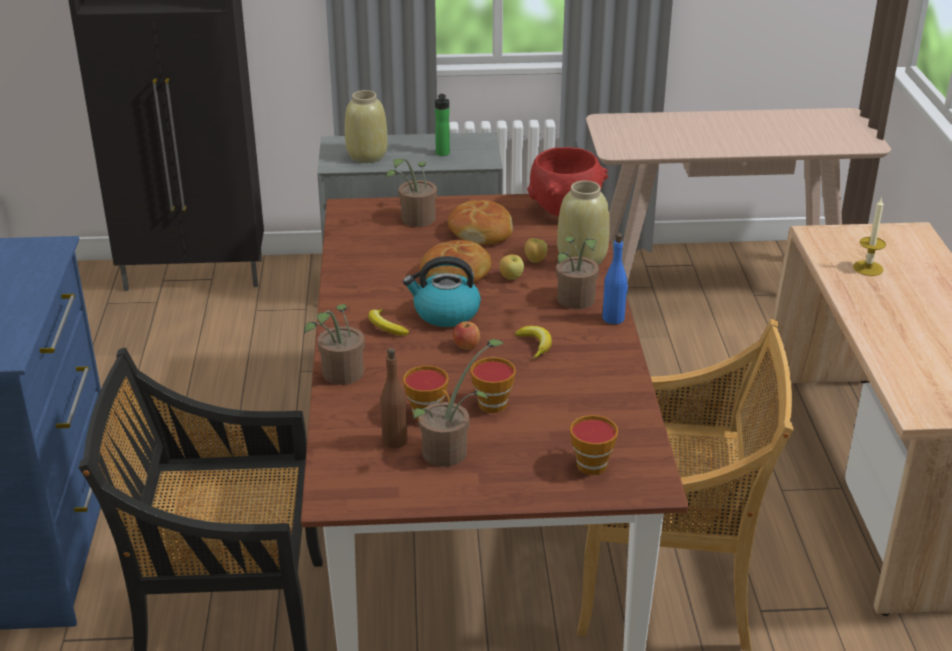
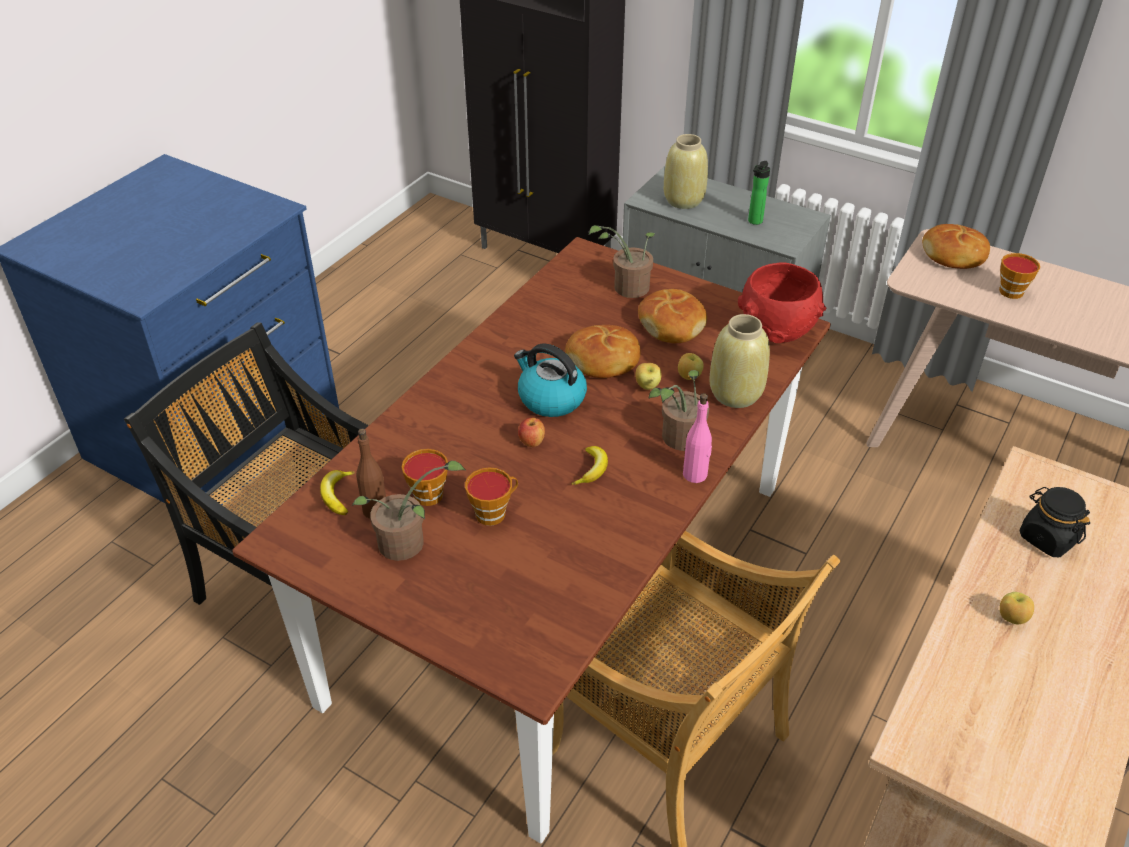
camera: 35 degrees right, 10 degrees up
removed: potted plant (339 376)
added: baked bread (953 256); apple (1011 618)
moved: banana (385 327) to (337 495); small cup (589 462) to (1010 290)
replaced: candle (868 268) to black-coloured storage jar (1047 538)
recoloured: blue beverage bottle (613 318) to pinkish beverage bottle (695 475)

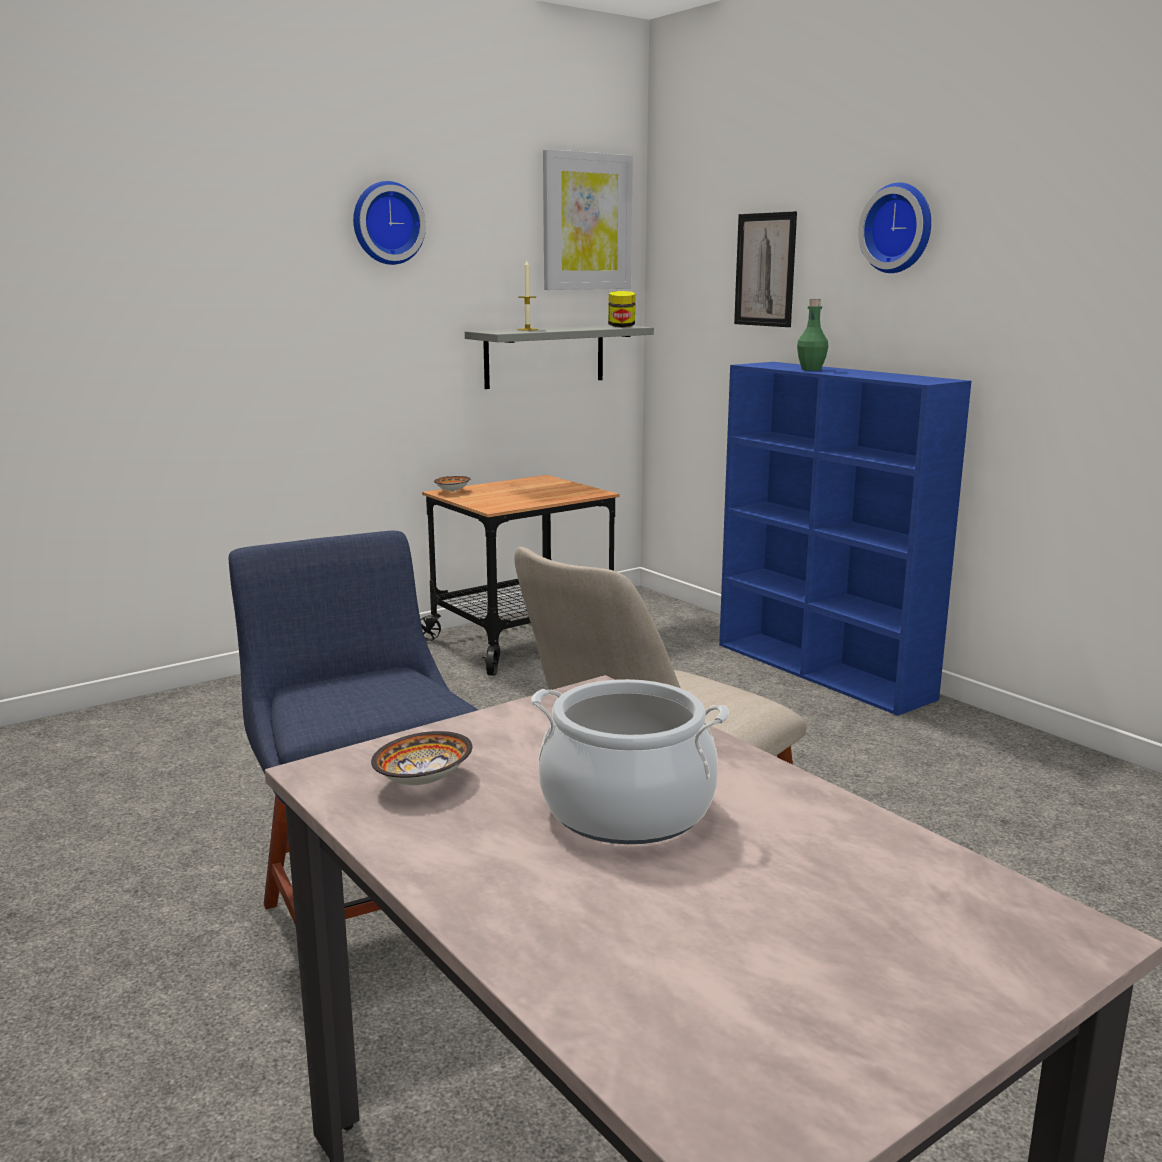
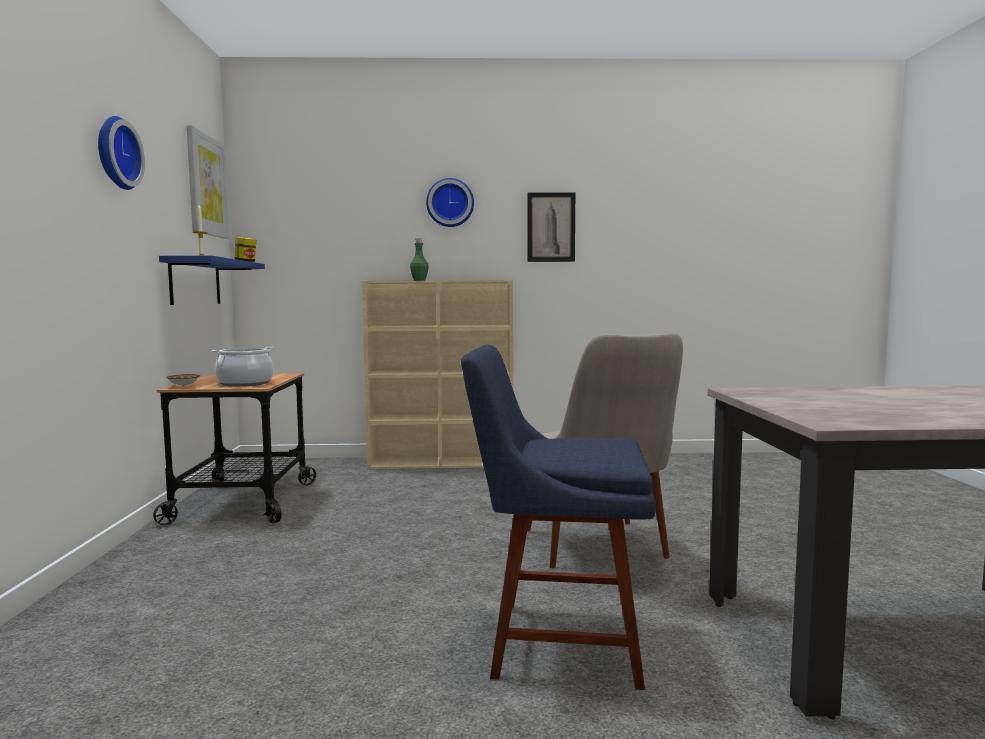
camera: 55 degrees left, 10 degrees down
removed: deep dish (426 780)
moved: saucepot (627 810) to (245 383); wall art (765 270) to (551 227)
recoloured: gray wall shelf (545 356) to blue wall shelf (195 282); blue bookcase (824 671) to beige bookcase (443 463)

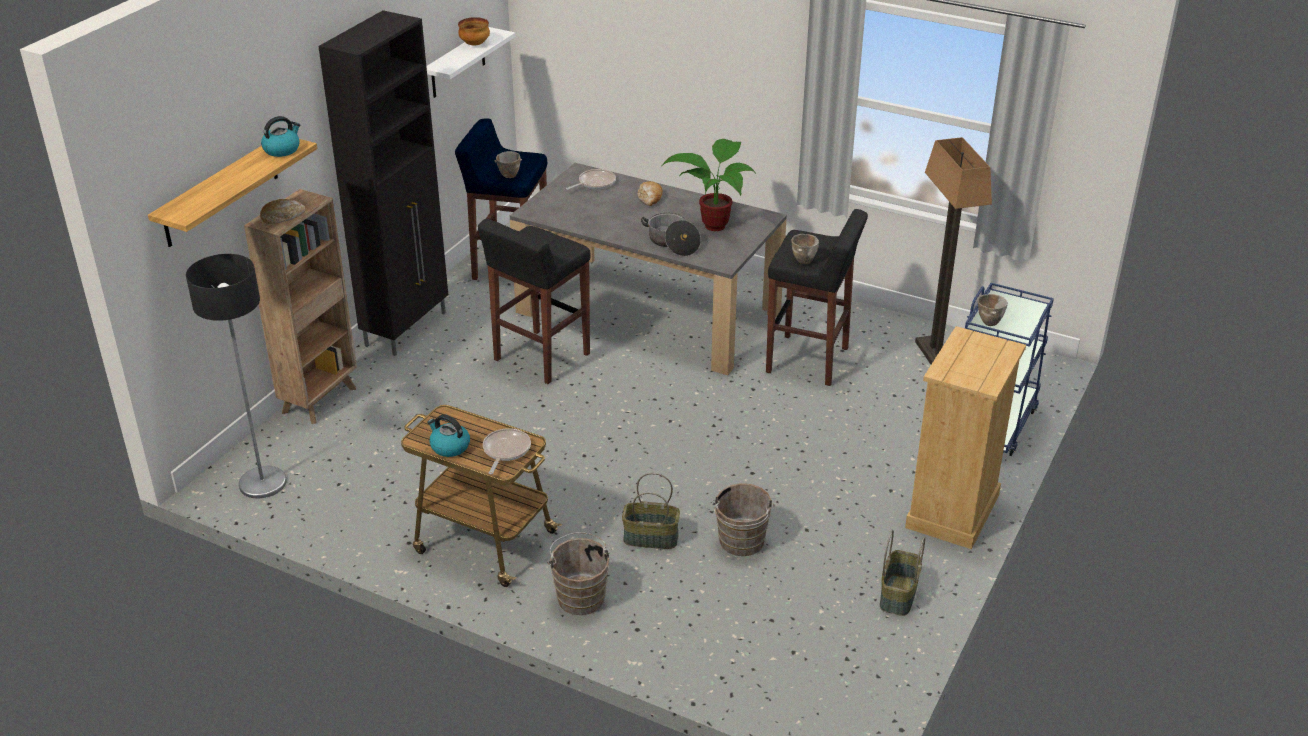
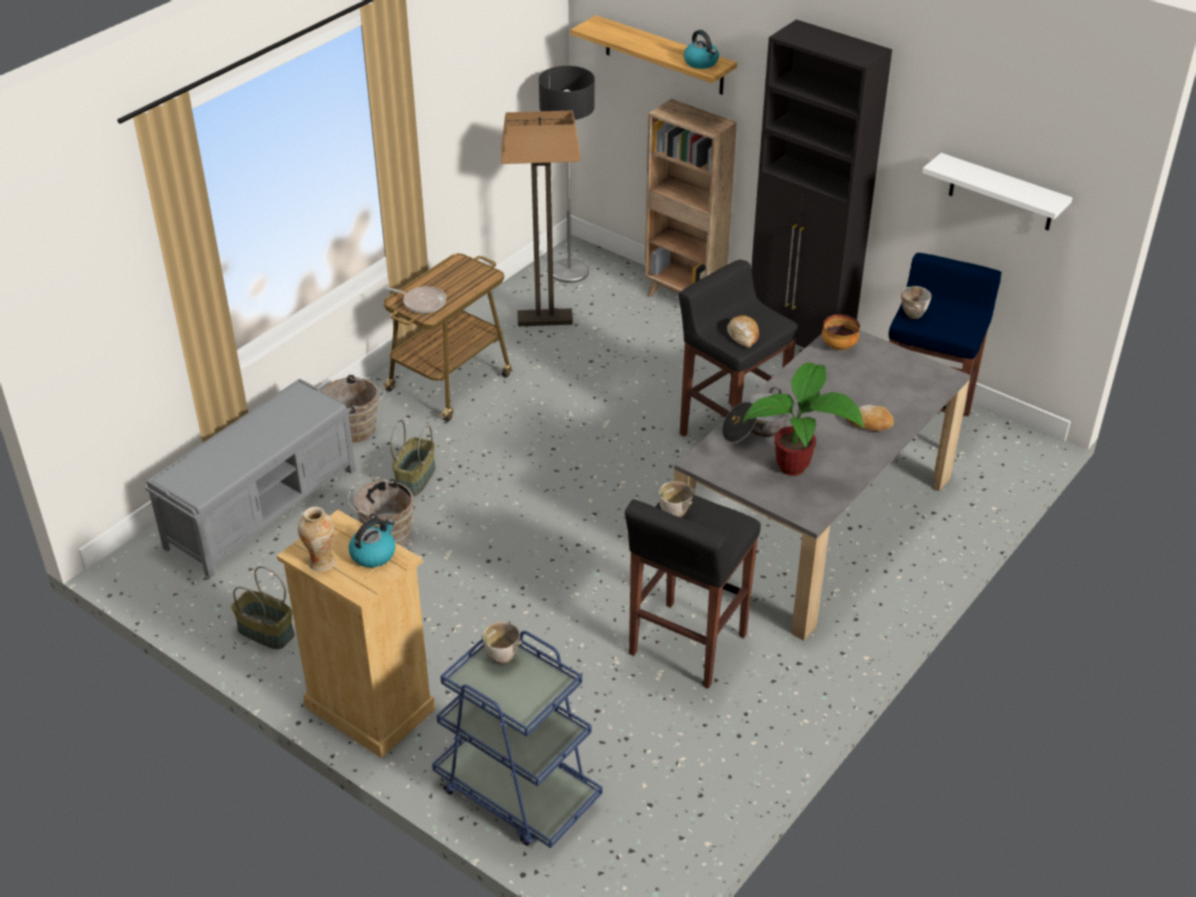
camera: 100 degrees right, 5 degrees up
removed: pan (595 183)
added: gray bench (263 507); flower vase (321 562)
moved: baked bread (282 217) to (743 336); tea kettle (449 447) to (373 554); deep dish (475 44) to (838 347); standing lamp (935 355) to (544 319)

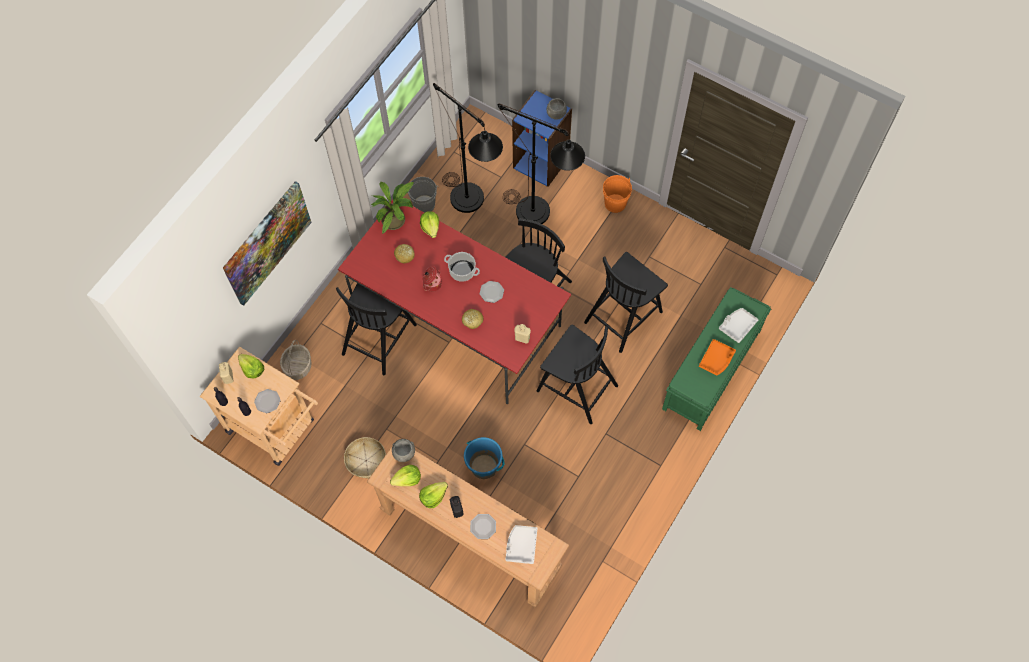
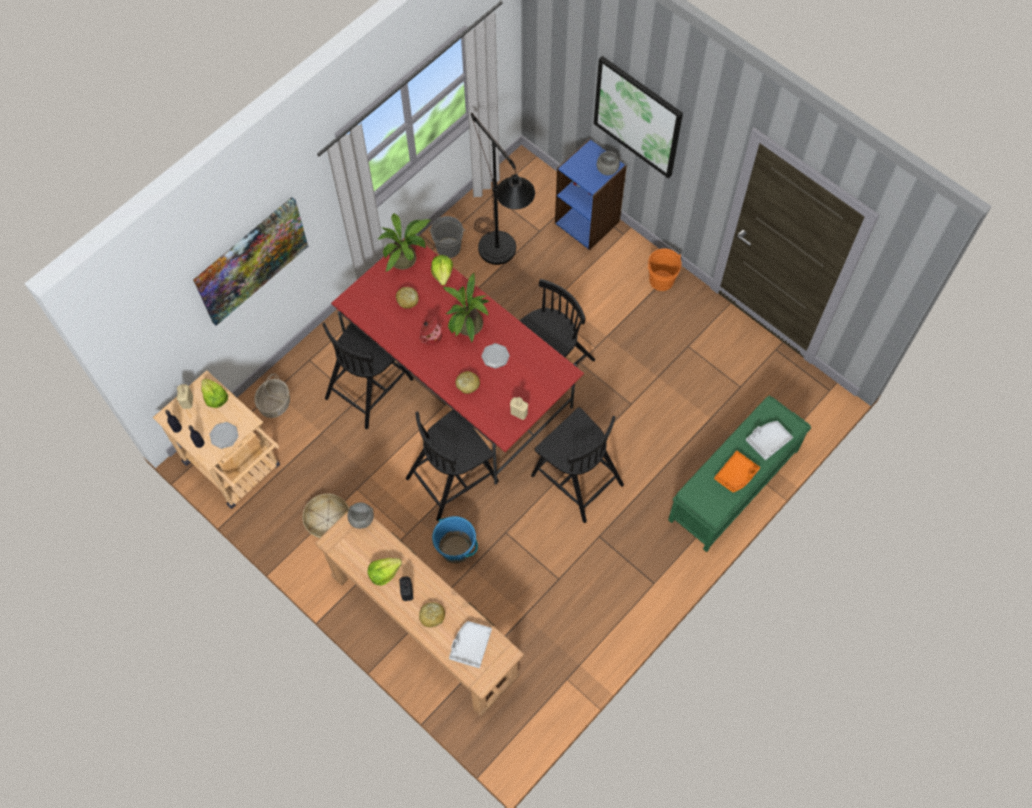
camera: 10 degrees right, 0 degrees up
removed: lettuce head (407 479); black-coloured standing lamp (540 217)
added: wall art (637 117)
moved: black-coloured upright chair (624 315) to (453 478)
replaced: saucepot (462 271) to potted plant (467 327); plate (483 526) to baked bread (432 616)

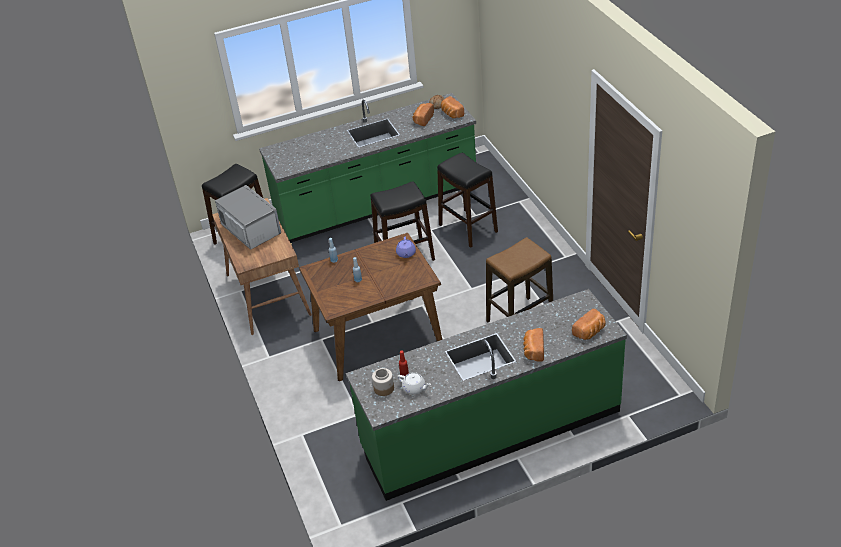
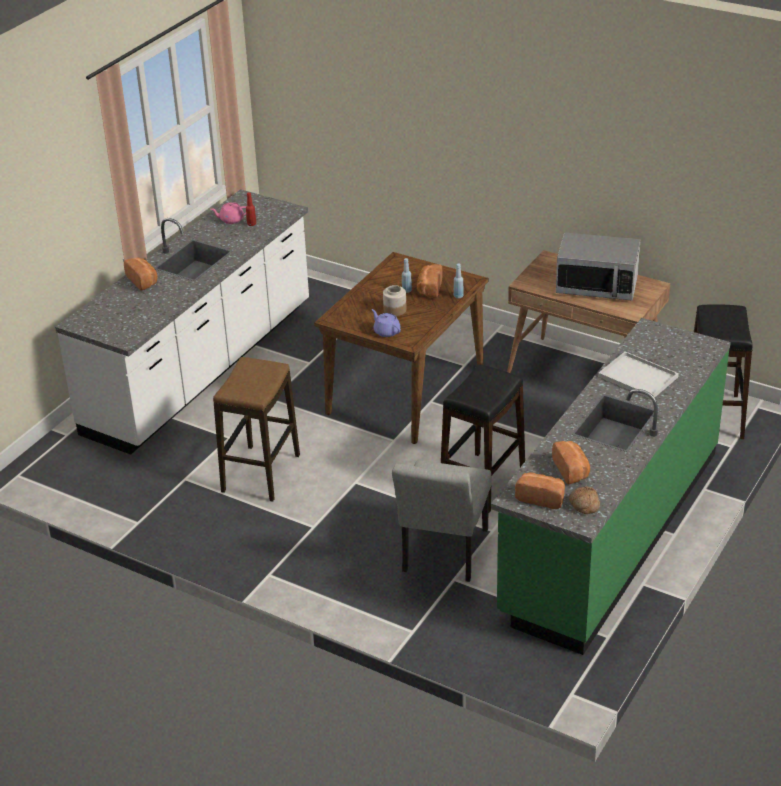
camera: 140 degrees right, 5 degrees down
added: whitish serving tray (636 376)
moved: storage jar (384 388) to (394 310); baked bread (590 332) to (429 289)
replaced: black-coloured stool (468 228) to gray upright chair (442 555)
recoloured: green kitchen base unit (491 429) to whitish kitchen base unit (201 369); whitish teapot (415 388) to pinkish teapot (231 220)

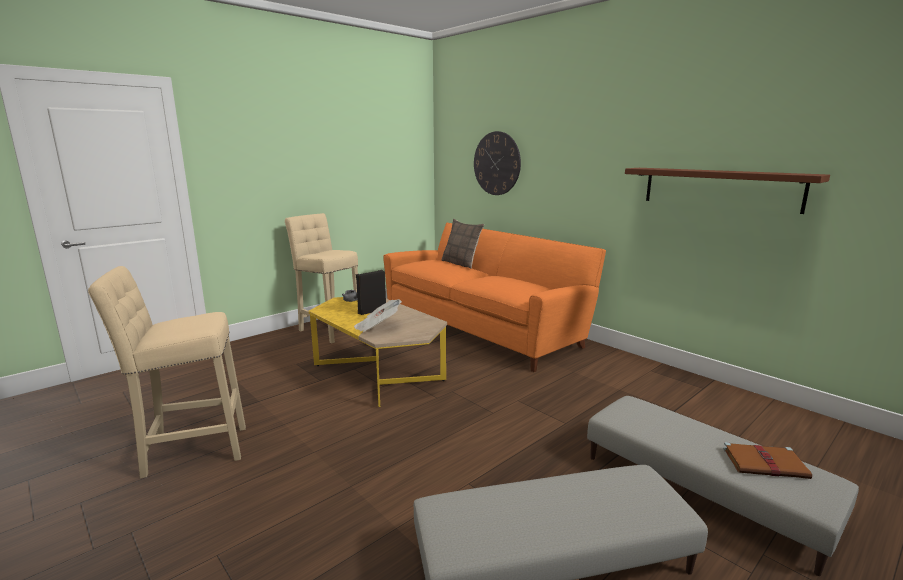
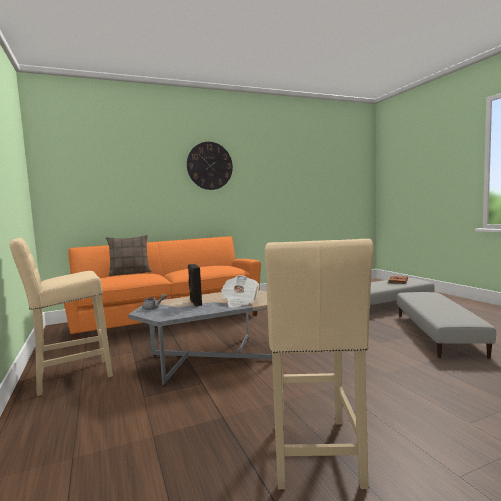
camera: 70 degrees left, 10 degrees down
removed: brown-coloured wall shelf (719 188)
moved: wall clock (496 163) to (209 166)
recoloured: yellow-coloured coffee table (378 373) to gray coffee table (212 357)

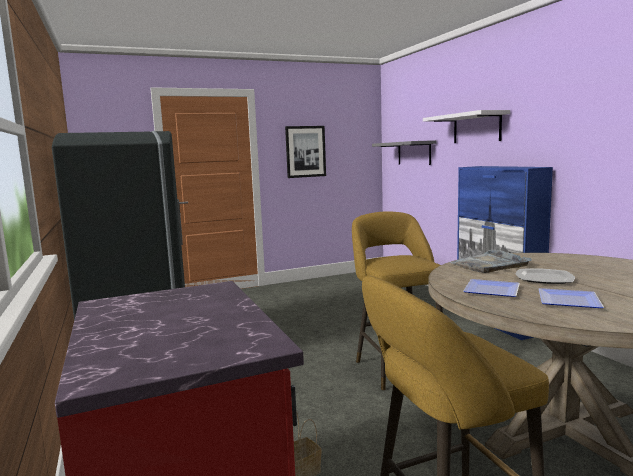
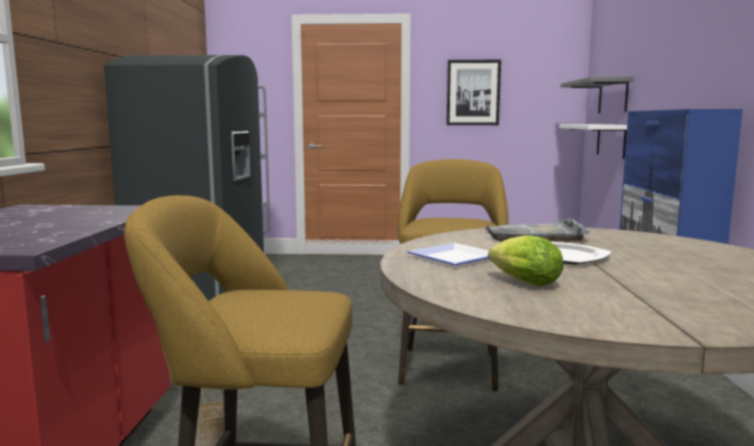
camera: 25 degrees right, 0 degrees up
moved: whitish wall shelf (476 128) to (611 140)
replaced: plate (571 302) to lettuce head (521 282)

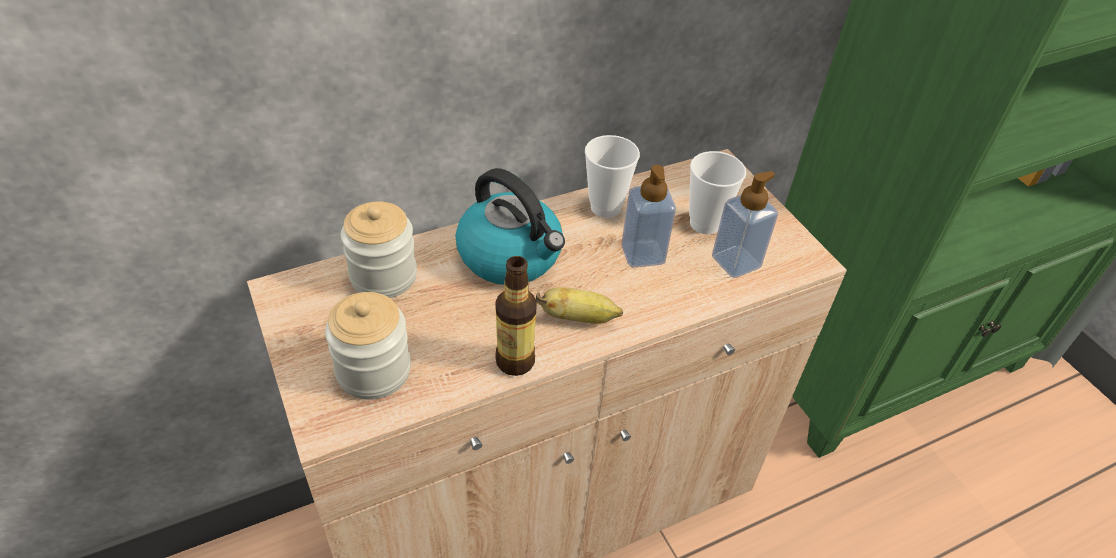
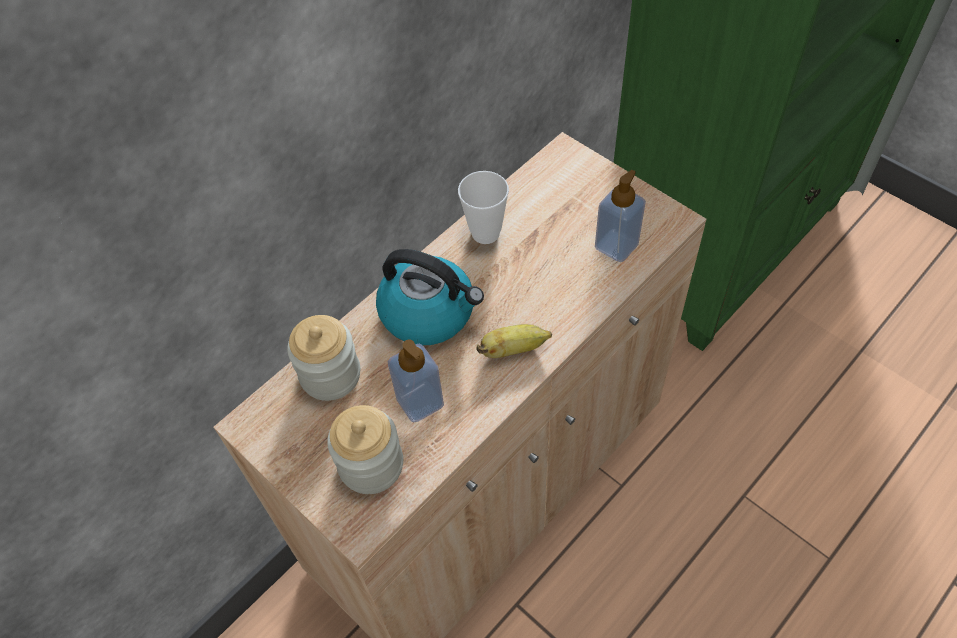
camera: 15 degrees left, 10 degrees up
removed: beverage bottle (515 361); small cup (705 223)
moved: soap dispenser (643 254) to (420 402)

